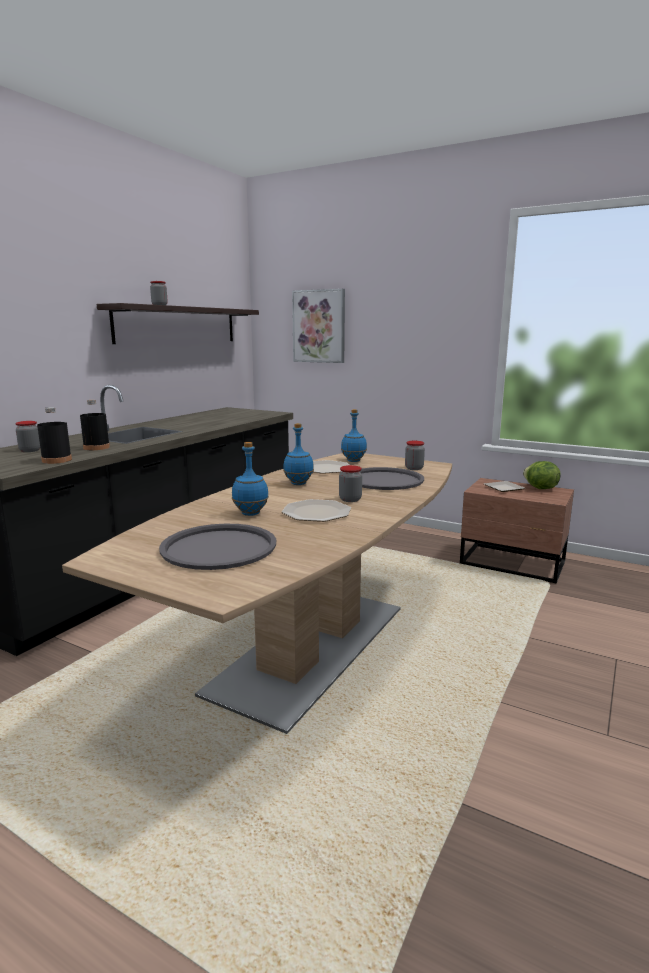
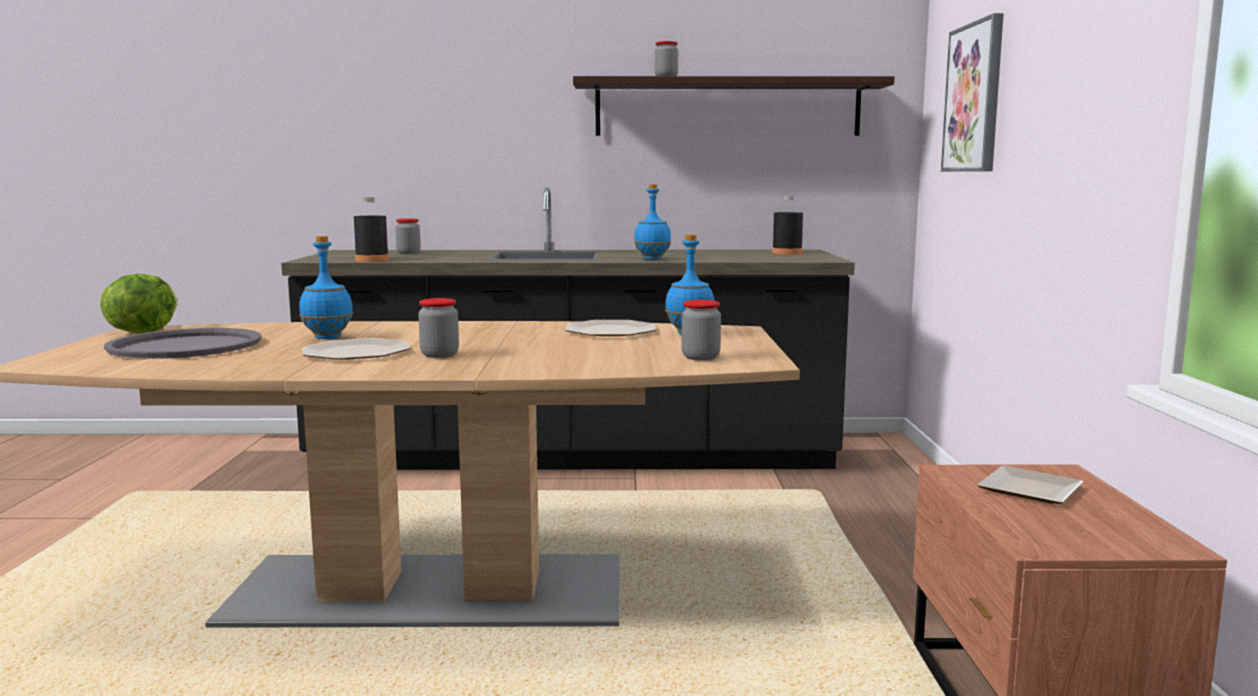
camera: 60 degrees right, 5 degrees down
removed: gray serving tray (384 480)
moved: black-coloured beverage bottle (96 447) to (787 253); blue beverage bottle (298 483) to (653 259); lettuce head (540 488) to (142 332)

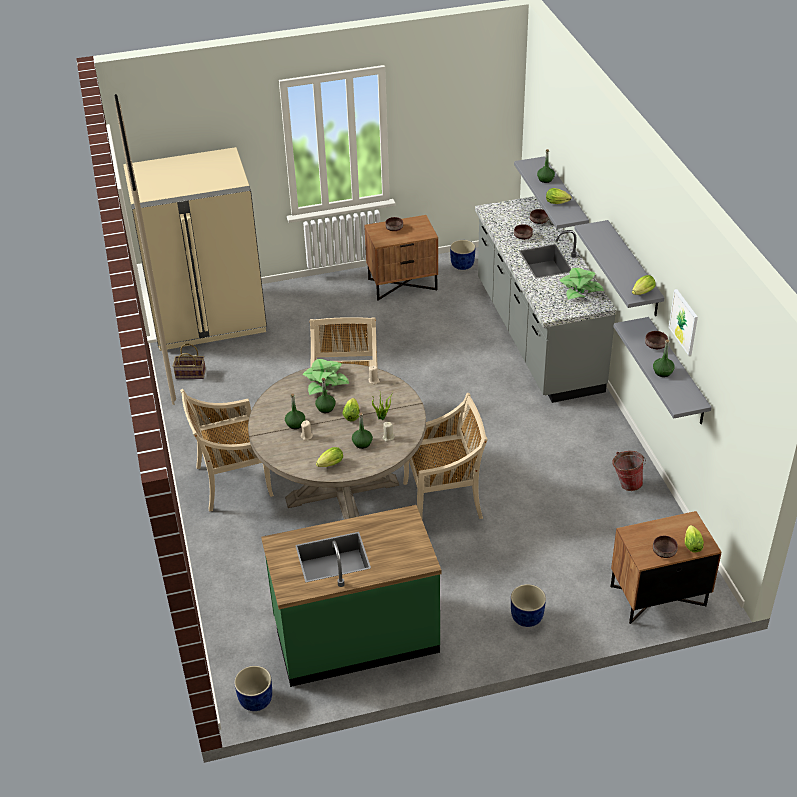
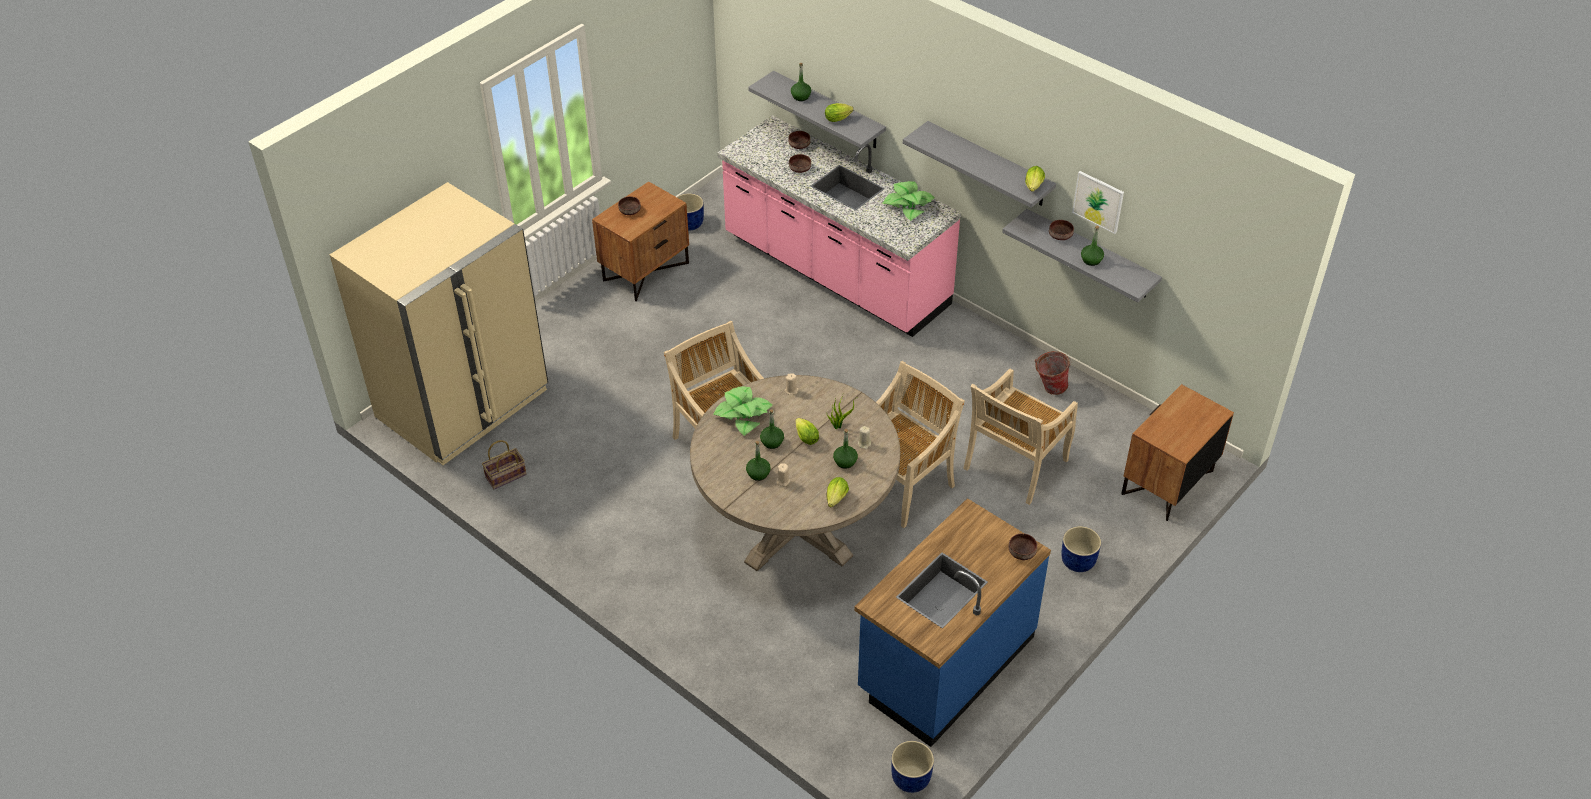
camera: 35 degrees left, 5 degrees up
removed: lettuce head (691 544)
moved: beige upright chair (232 482) to (1015 466); brown-coloured deep dish (663 552) to (1021 552)
recoloured: green kitchen base unit (356 636) to blue kitchen base unit (945 664); gray kitchen base unit (536 336) to pinkish kitchen base unit (835 272)

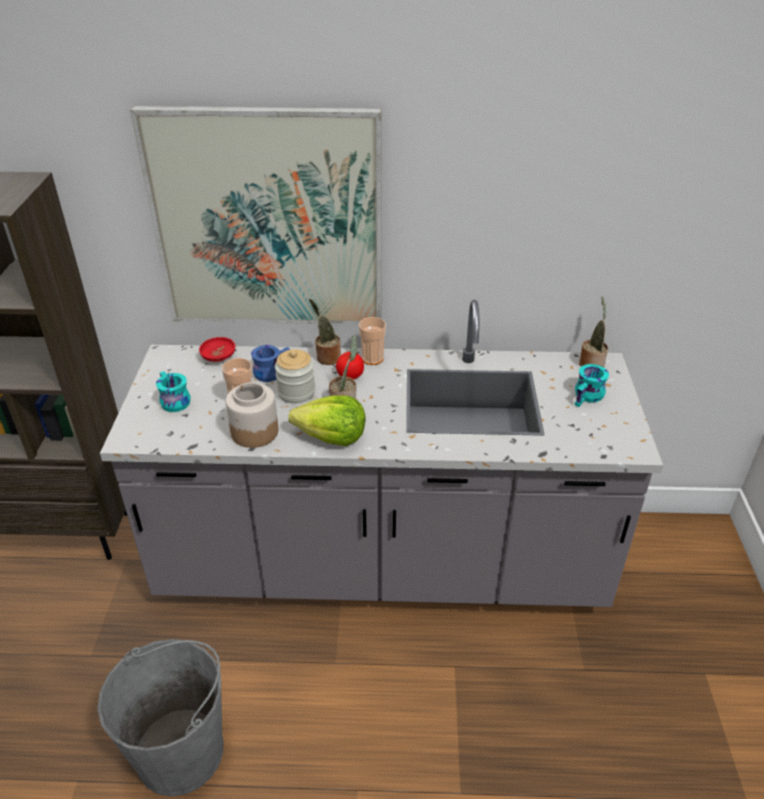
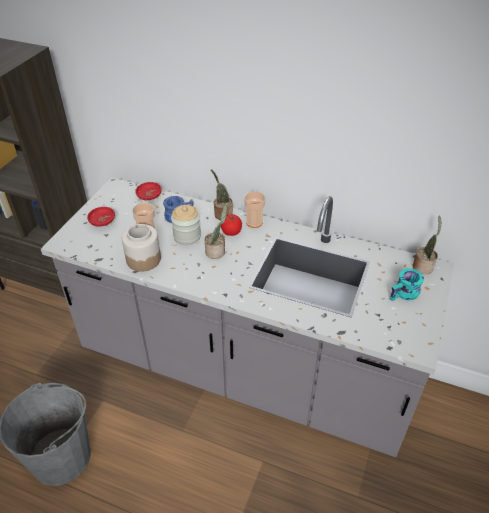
camera: 20 degrees right, 5 degrees up
removed: wall art (268 222); lettuce head (332 437)
replaced: turquoise-coloured coffee mug (171 401) to reddish deep dish (102 222)

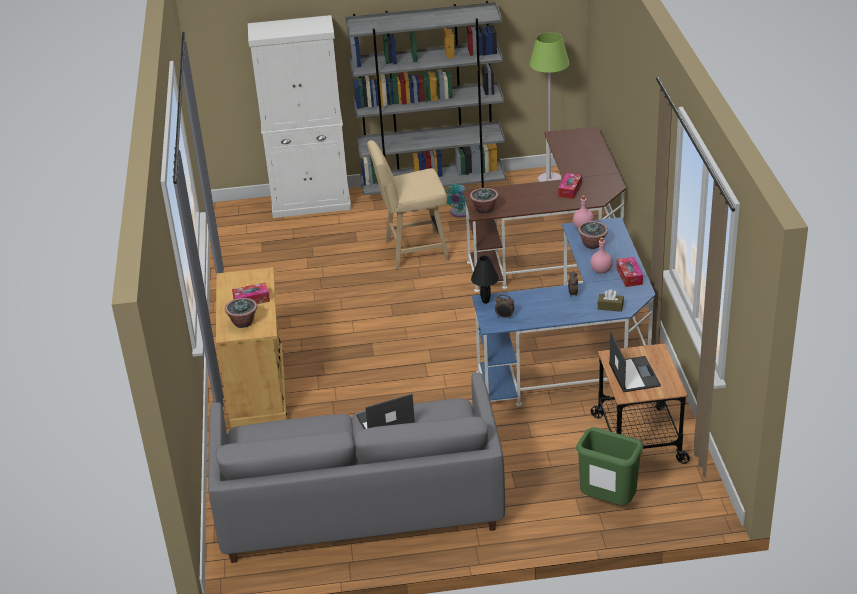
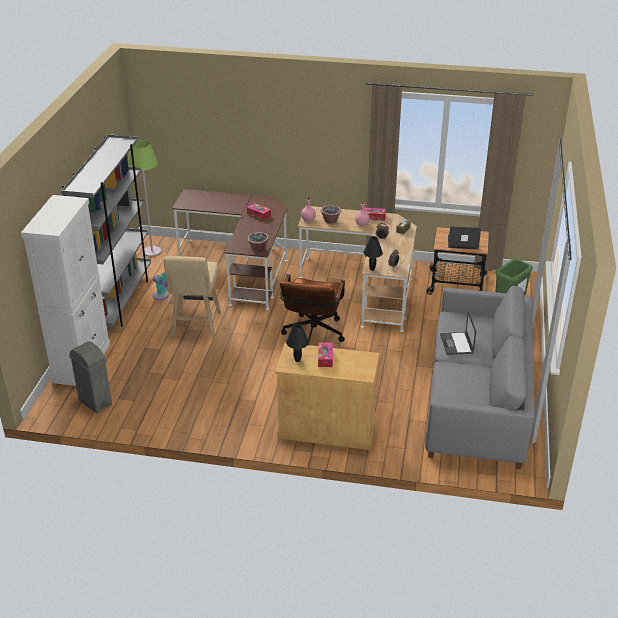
camera: 75 degrees left, 0 degrees up
removed: potted plant (243 322)
added: gray rubbish bin (95 402); brown-coloured computer chair (312 336); black-coloured table lamp (297 360)
recoloured: blue desk (578 356) to beige desk (366 286)

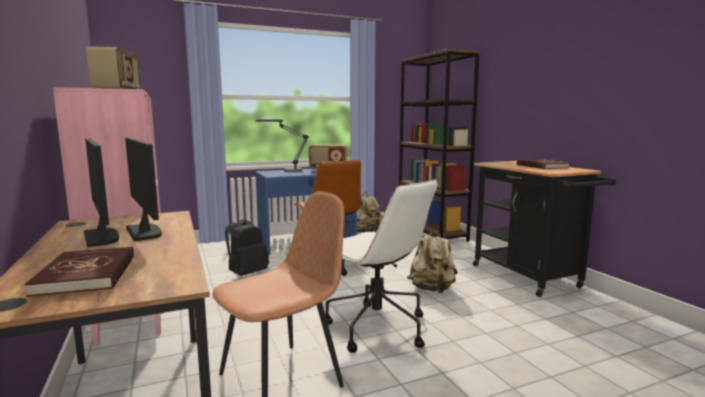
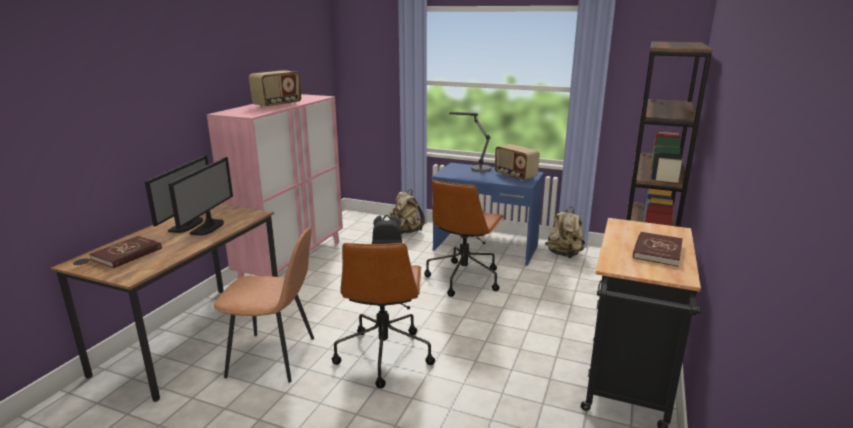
camera: 45 degrees right, 10 degrees up
moved: beige knapsack (432 289) to (405 232)
recoloured: whitish computer chair (375 327) to brown-coloured computer chair (384 354)

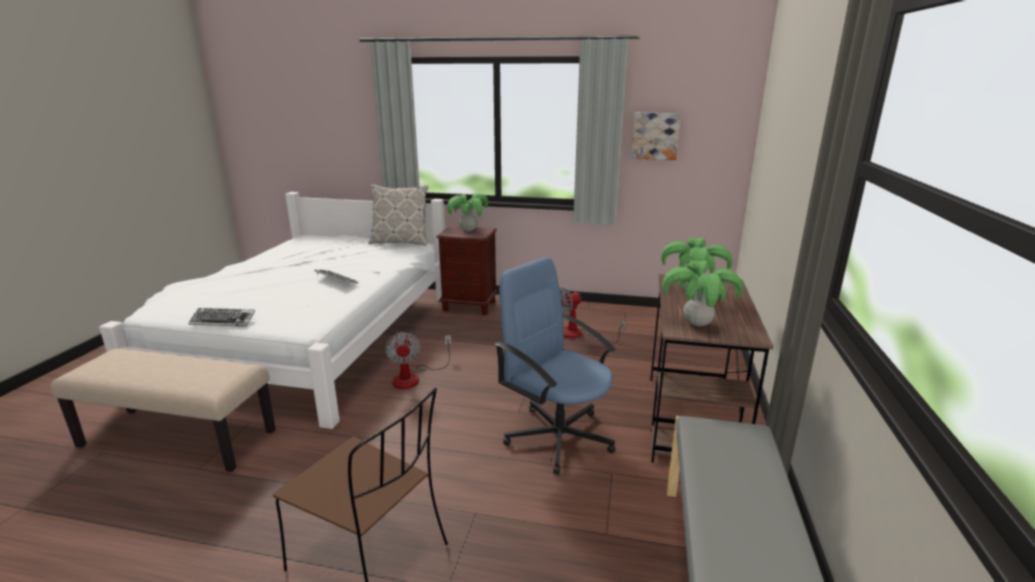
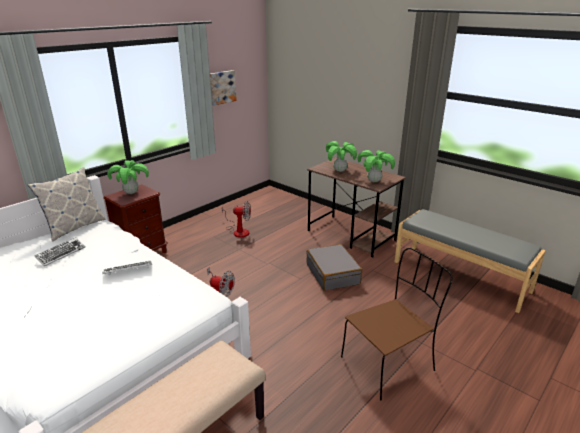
camera: 60 degrees left, 5 degrees up
moved: keyboard (223 321) to (61 254)
replaced: blue computer chair (558 436) to gray travel case (333 274)
turned: electric fan (578 334) = (238 231) 90 degrees counterclockwise

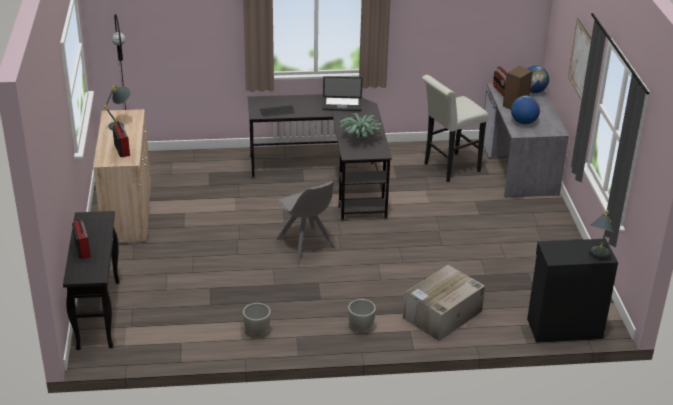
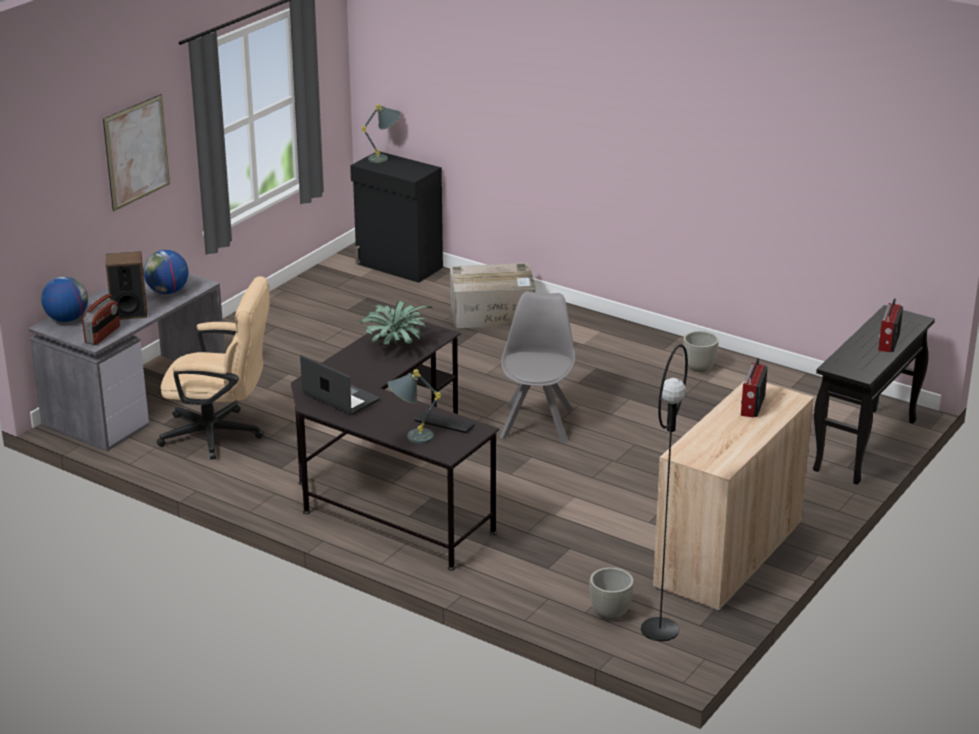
camera: 140 degrees left, 5 degrees down
moved: gray table lamp (121 124) to (410 438); gray flower pot (361 327) to (610 613)
replaced: whitish stool (448 168) to beige computer chair (221 435)

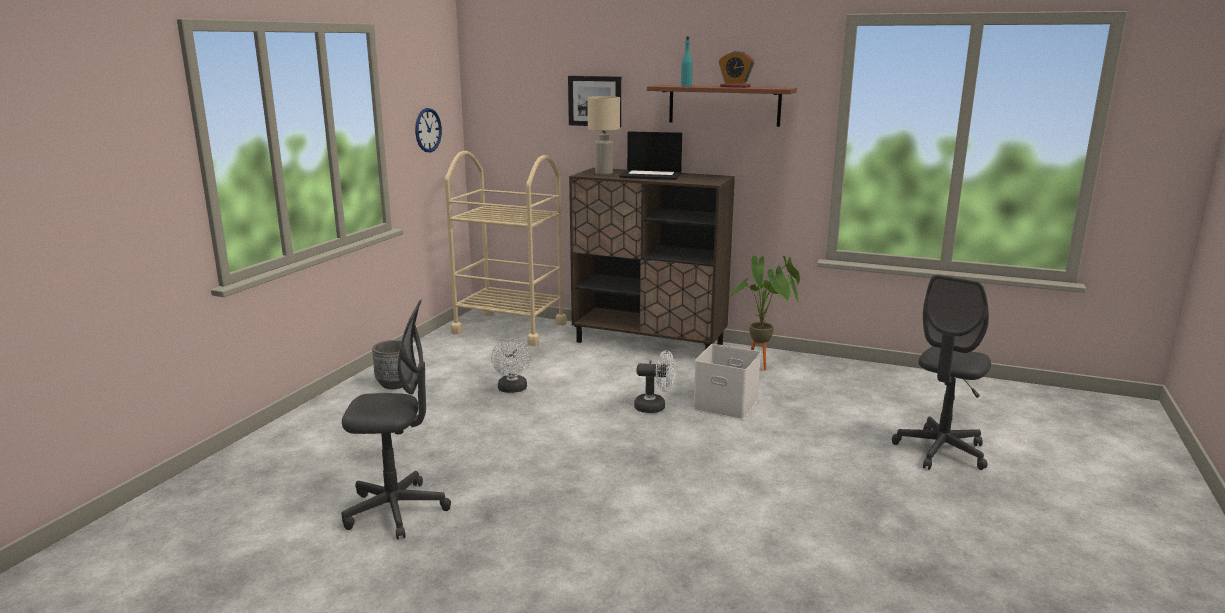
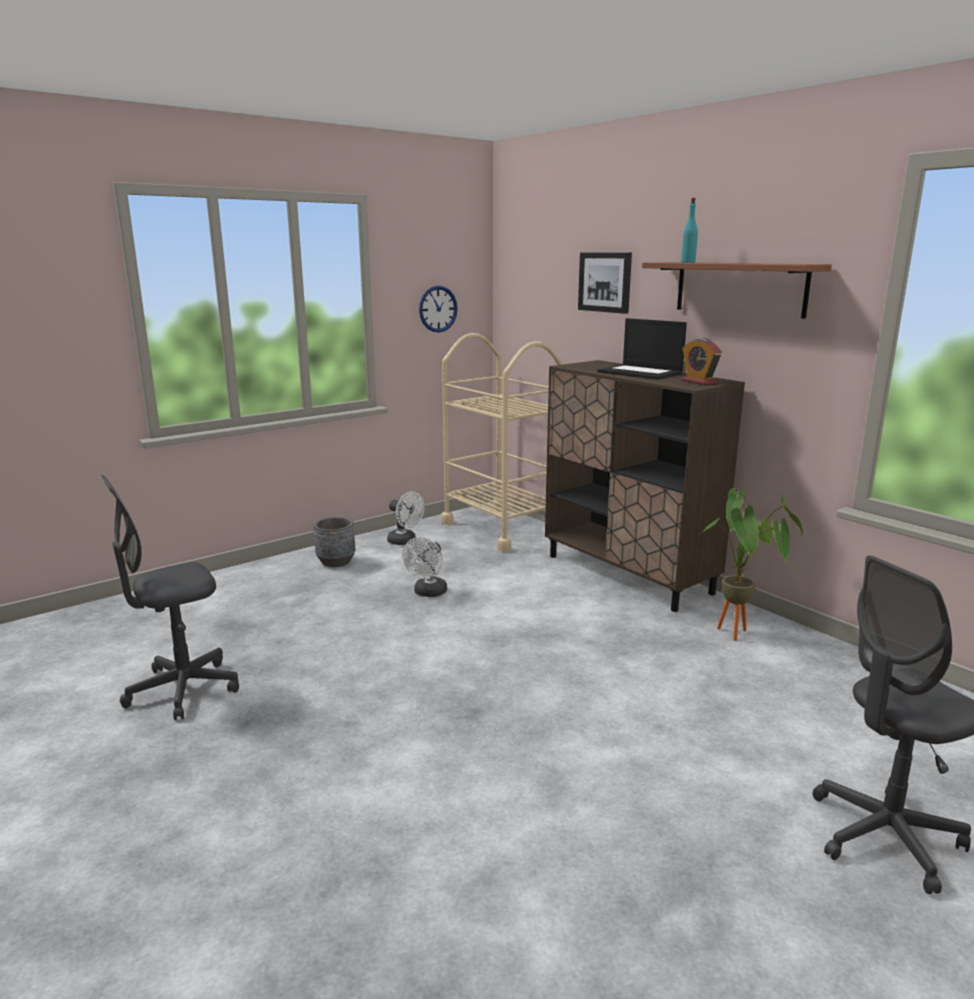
camera: 30 degrees right, 0 degrees up
removed: beige table lamp (604 173); whitish storage box (727 404)
moved: whitish electric fan (655 407) to (405 541); bedside clock (735 87) to (699 382)
turned: gray computer chair (396 510) = (183 690) 120 degrees clockwise

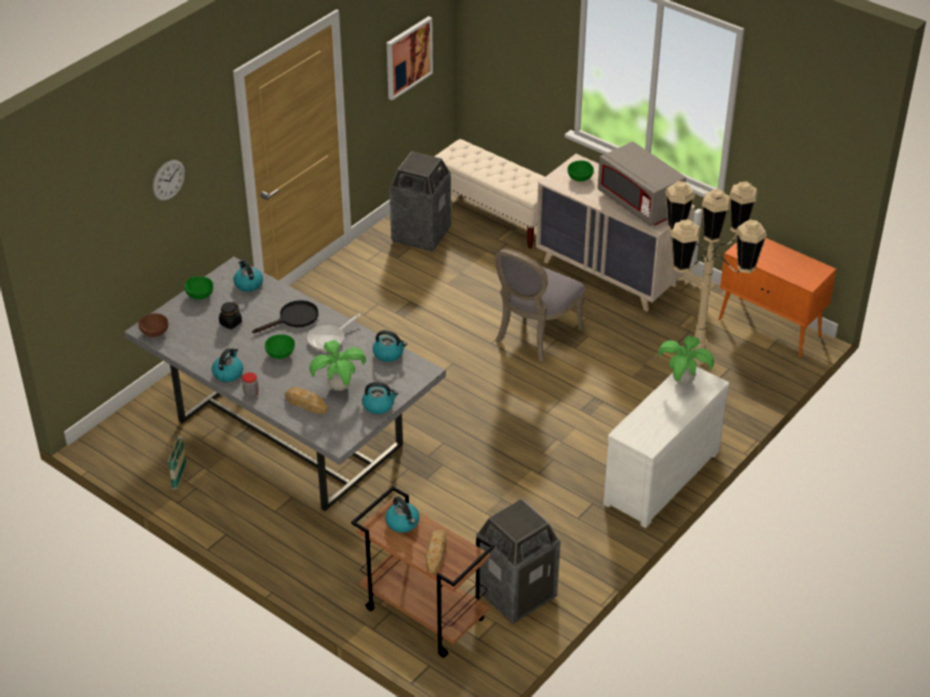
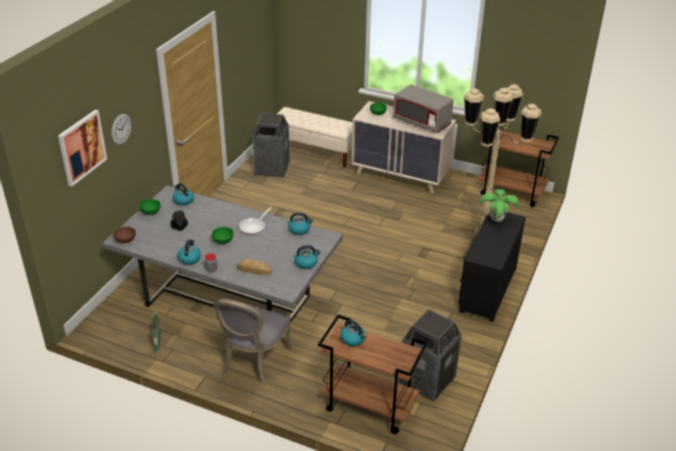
camera: 15 degrees left, 5 degrees down
removed: black-coloured pan (294 319); potted plant (339 387); baked bread (436 553)
moved: wall art (408 57) to (81 147); gray upright chair (534 335) to (253 362)
replaced: orangey storage cabinet (770 328) to brown-coloured trolley (511 192)
recoloured: whitish drawer chest (659 476) to black-coloured drawer chest (486 288)

